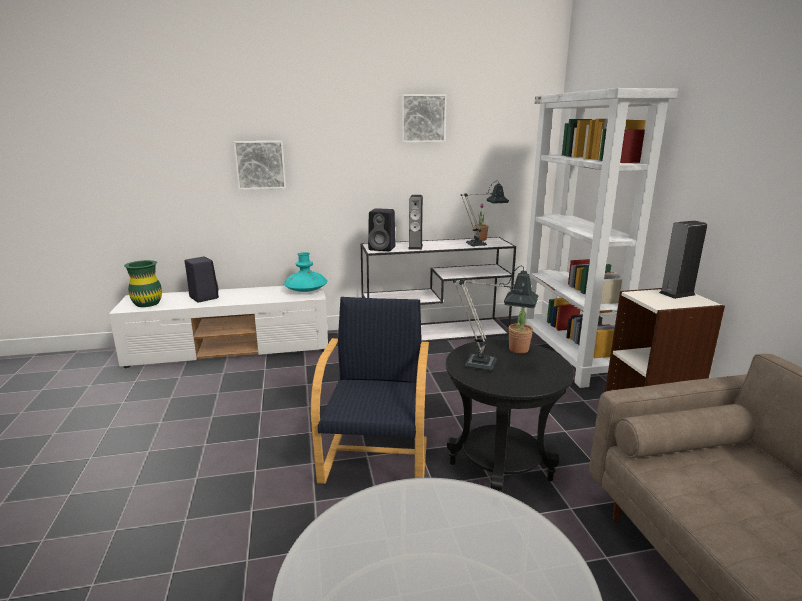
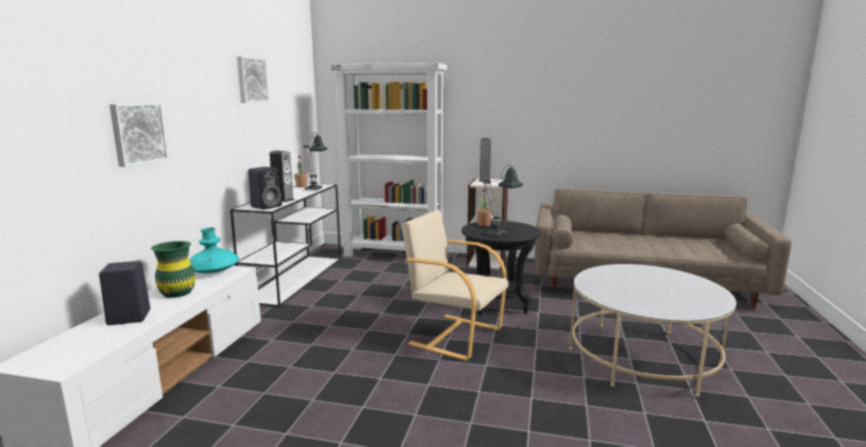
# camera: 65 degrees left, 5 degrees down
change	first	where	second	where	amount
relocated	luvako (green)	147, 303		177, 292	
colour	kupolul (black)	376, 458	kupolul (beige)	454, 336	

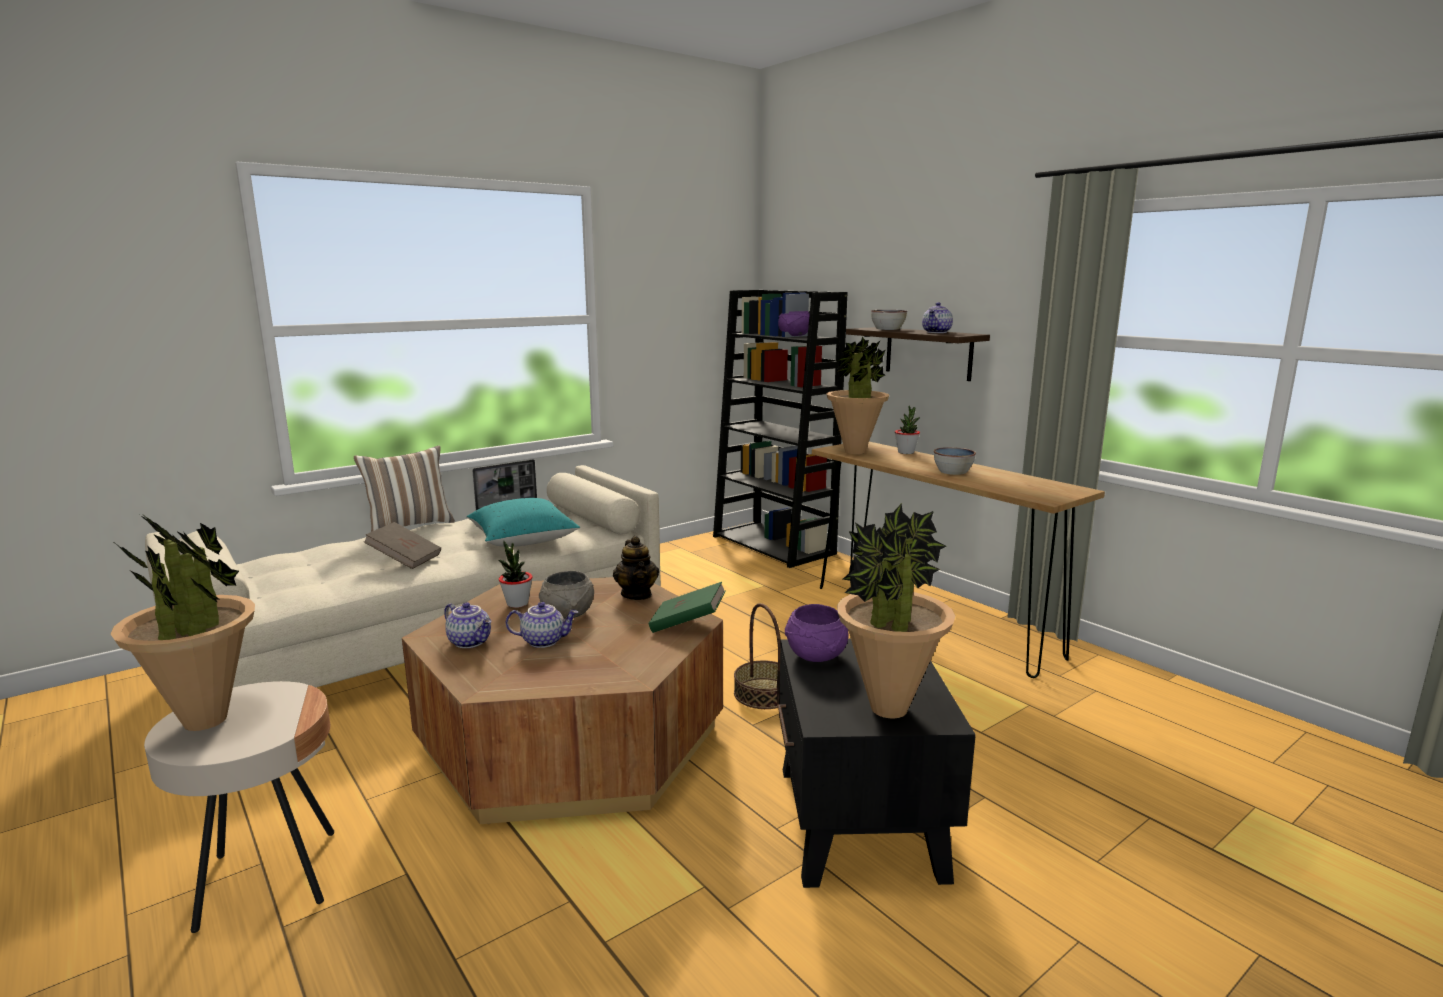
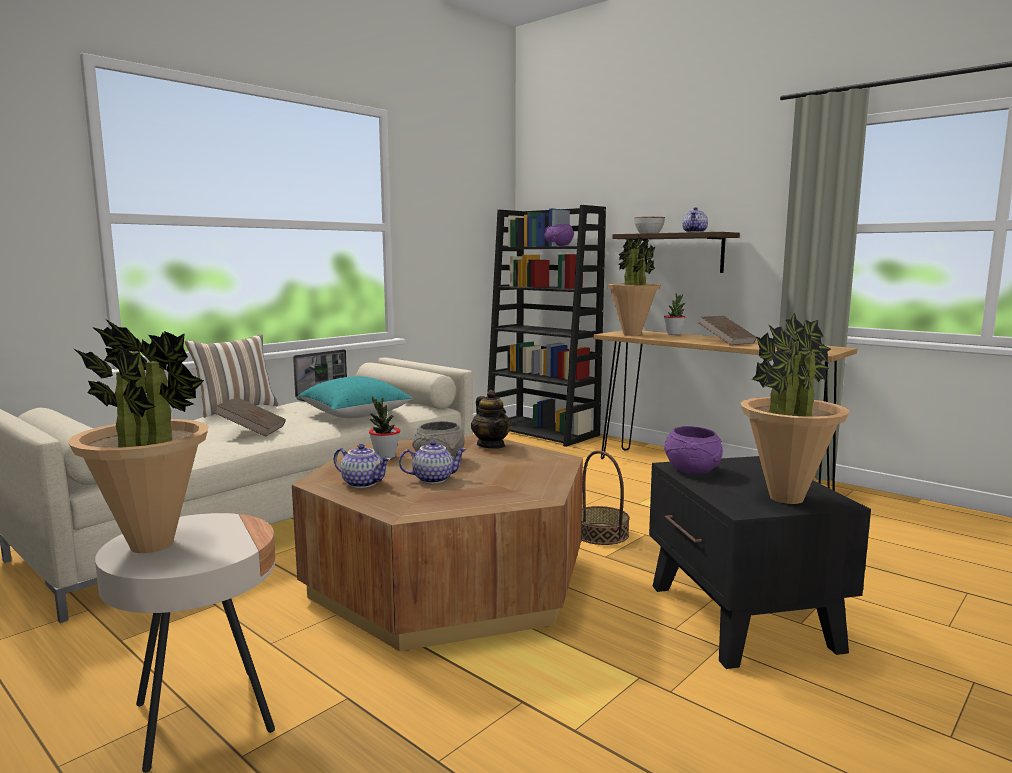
# camera: 10 degrees left, 5 degrees down
change	first	where	second	where	amount
exchanged	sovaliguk	952, 472	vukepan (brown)	726, 342	
missing	vukepan (green)	687, 624			

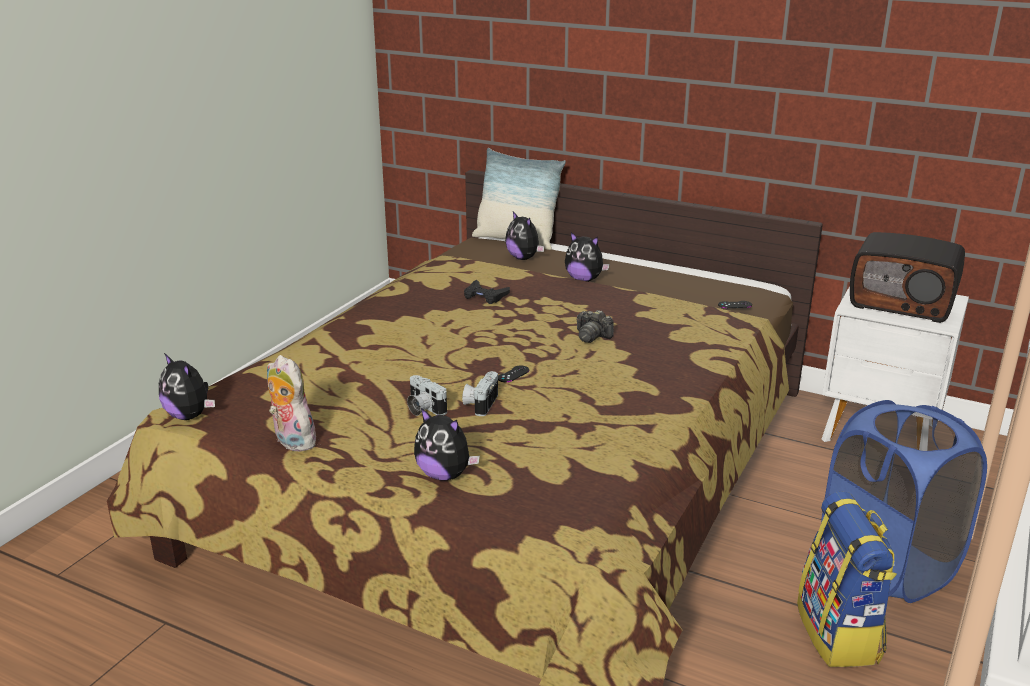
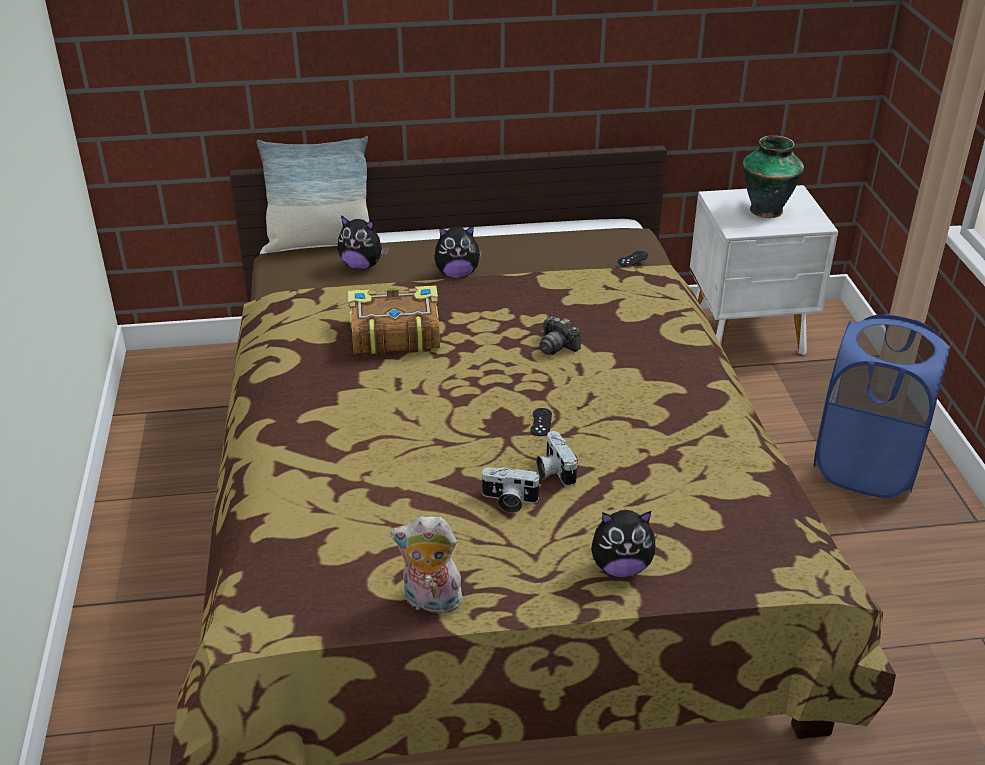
# camera: 35 degrees left, 10 degrees up
change	first	where	second	where	amount
exchanged	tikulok	902, 302	luvako	765, 209	
exchanged	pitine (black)	485, 296	vukepan	394, 333	
spun	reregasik	592, 336		557, 346	45 degrees clockwise
missing	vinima	190, 415			
missing	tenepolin	839, 633			

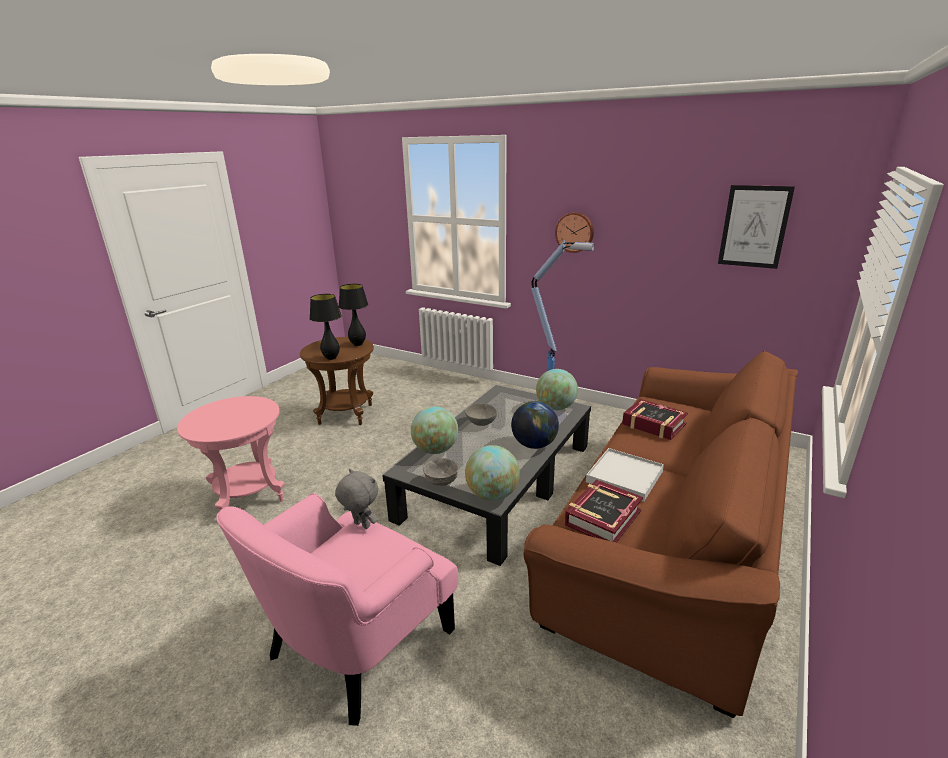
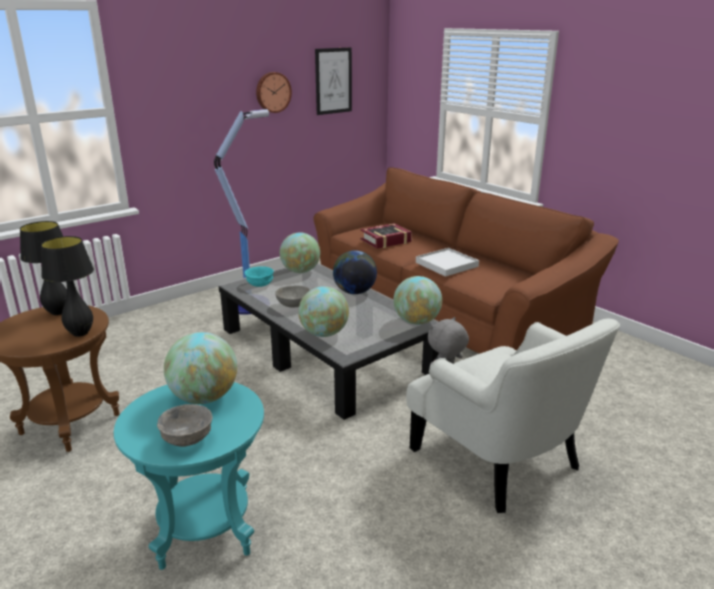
# camera: 70 degrees left, 0 degrees up
change	first	where	second	where	amount
relocated	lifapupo	575, 232		272, 92	
colour	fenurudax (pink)	248, 497	fenurudax (turquoise)	205, 530	
relocated	sovaliguk (grey)	441, 481		186, 440	
missing	vukepan	602, 517			
colour	kupolul (pink)	356, 644	kupolul (white)	500, 458	
appeared			sovaliguk (turquoise)	260, 284	
appeared			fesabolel	204, 397	

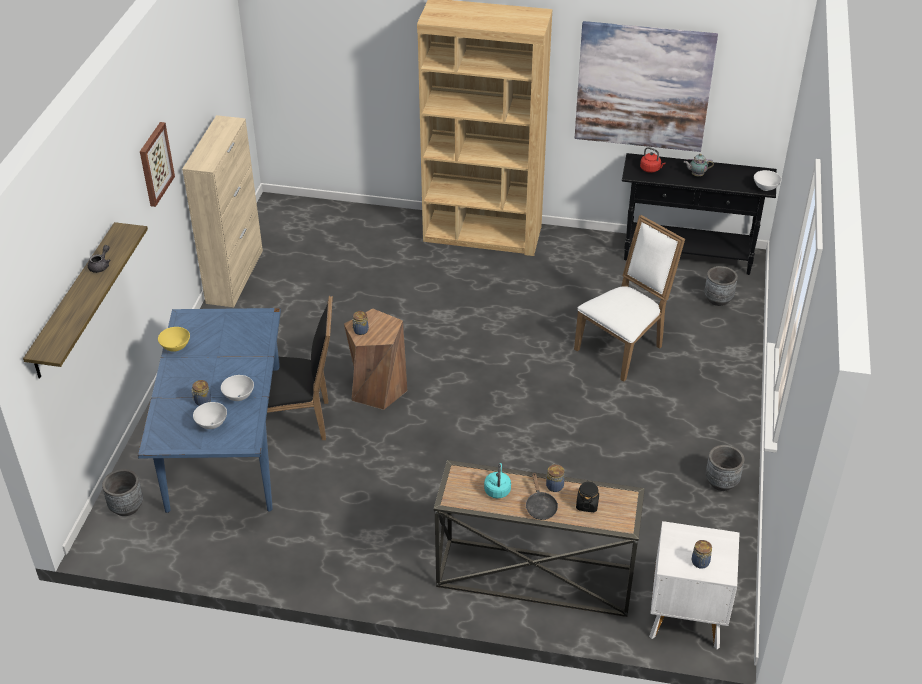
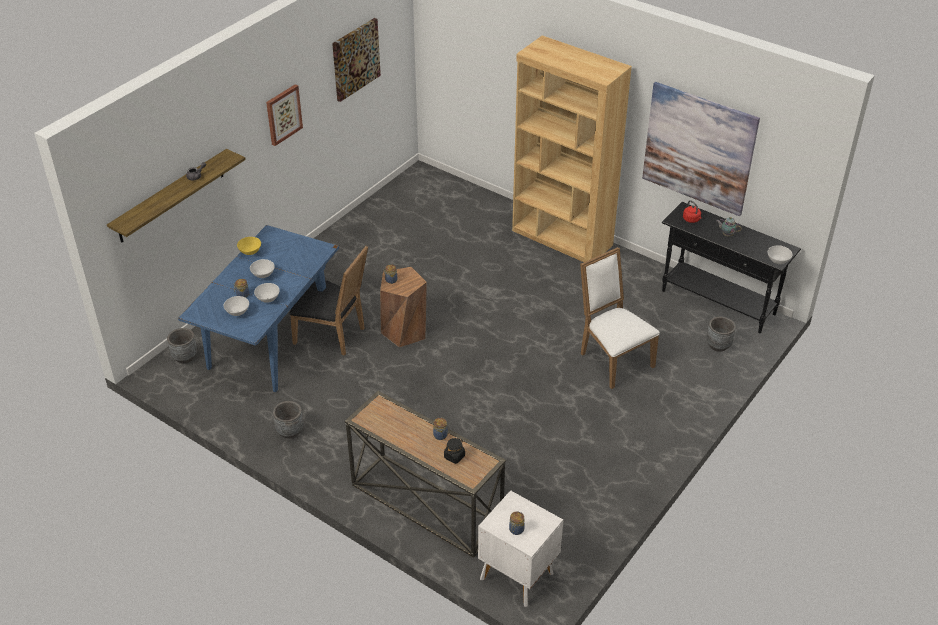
# camera: 25 degrees right, 0 degrees up
change	first	where	second	where	amount
missing	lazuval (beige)	235, 276			
spun	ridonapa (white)	623, 347		612, 359	105 degrees counterclockwise
relocated	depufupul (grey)	721, 482		290, 431	
missing	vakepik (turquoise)	497, 489			
missing	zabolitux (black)	540, 506			
appeared			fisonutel	355, 59	
appeared			sovaliguk (white)	263, 275	

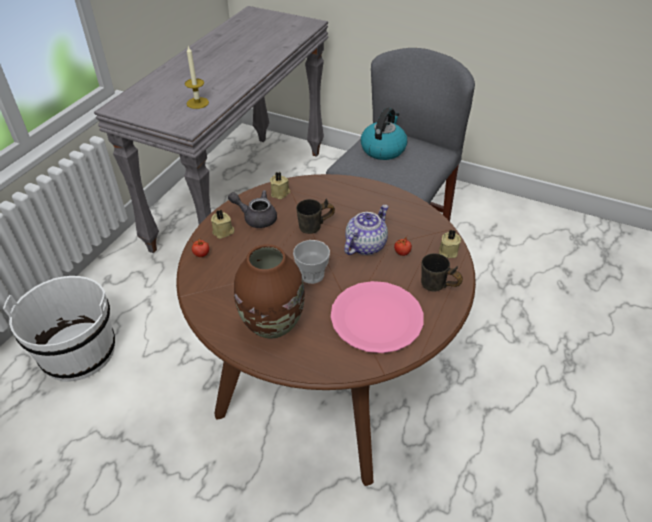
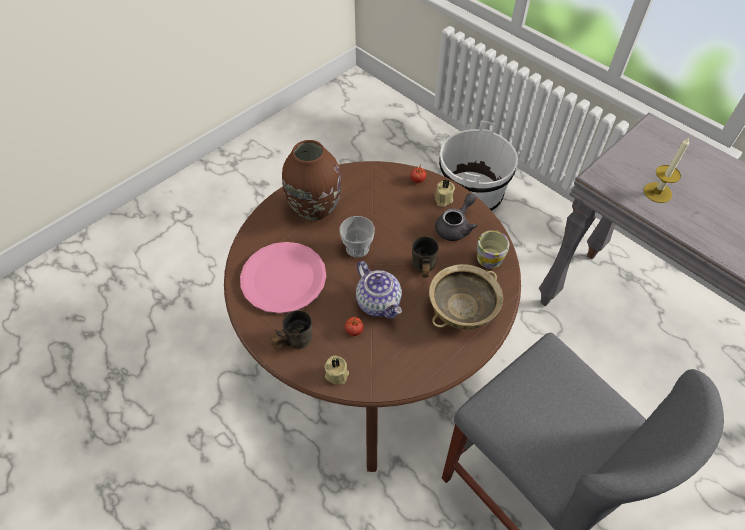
# camera: 110 degrees right, 10 degrees up
change	first	where	second	where	amount
missing	vakepik	383, 149			
exchanged	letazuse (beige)	280, 193	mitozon	490, 255	
appeared			sovaliguk (beige)	462, 309	

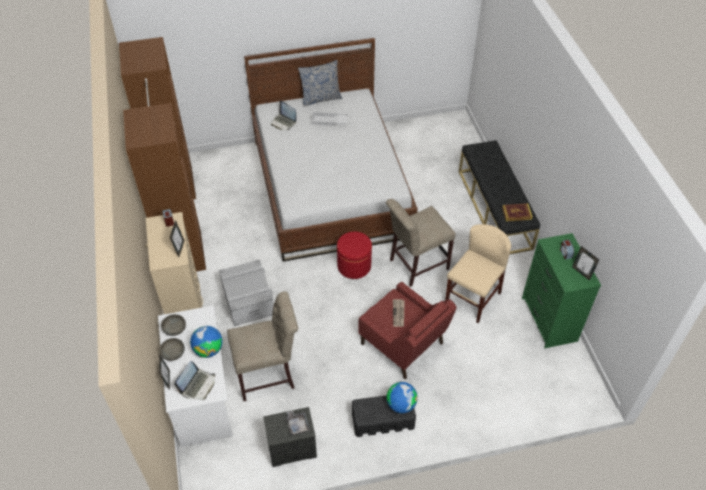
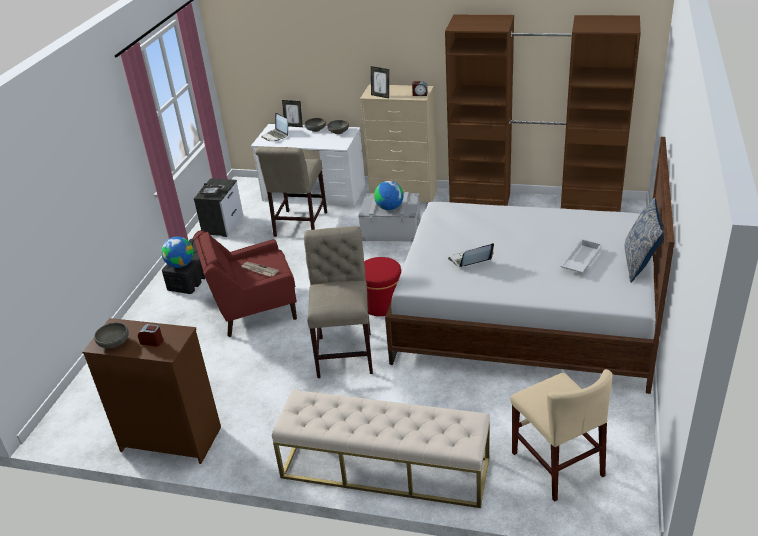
# camera: 120 degrees right, 15 degrees down
change	first	where	second	where	amount
relocated	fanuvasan	283, 122		469, 261	
colour	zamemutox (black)	494, 209	zamemutox (beige)	384, 468	
missing	vukepan	516, 213			
relocated	ridonapa (beige)	472, 299		557, 464	
colour	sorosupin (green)	548, 319	sorosupin (brown)	171, 438	
exchanged	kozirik	581, 272	sovaliguk (grey)	114, 343	
relocated	fesabolel	208, 350		389, 208	

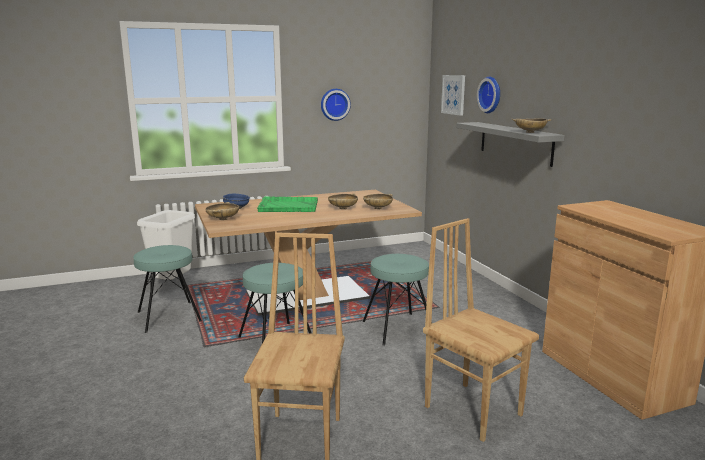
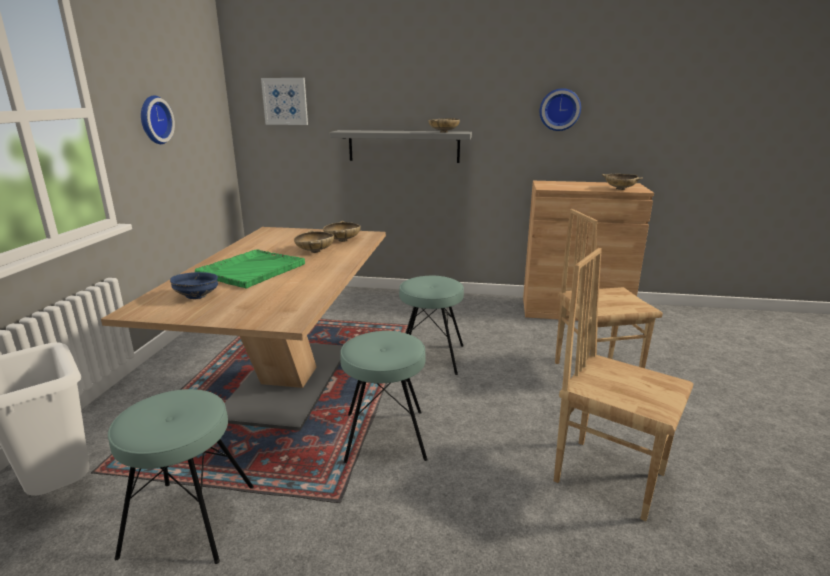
# camera: 60 degrees left, 5 degrees up
change	first	where	second	where	amount
relocated	lifapupo	491, 95		559, 109	
relocated	sovaliguk (beige)	223, 219		620, 189	

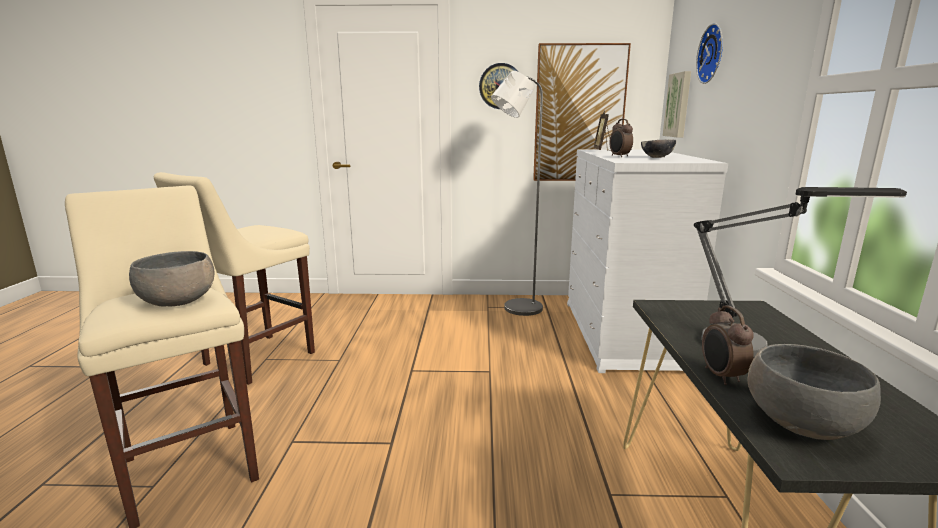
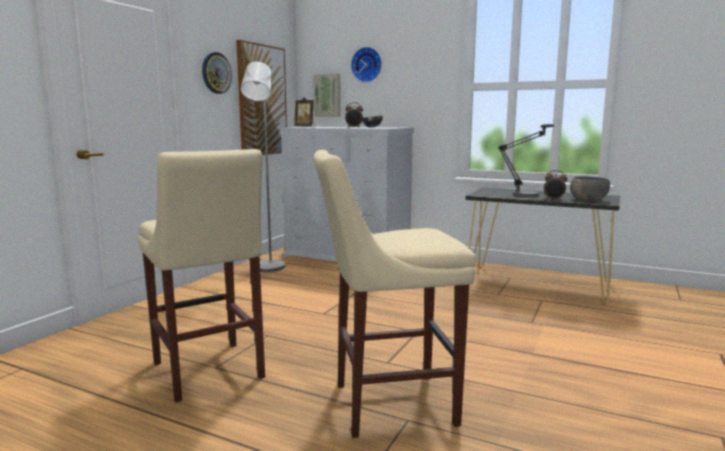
# camera: 65 degrees left, 5 degrees down
change	first	where	second	where	amount
missing	sovaliguk (grey)	178, 301			

